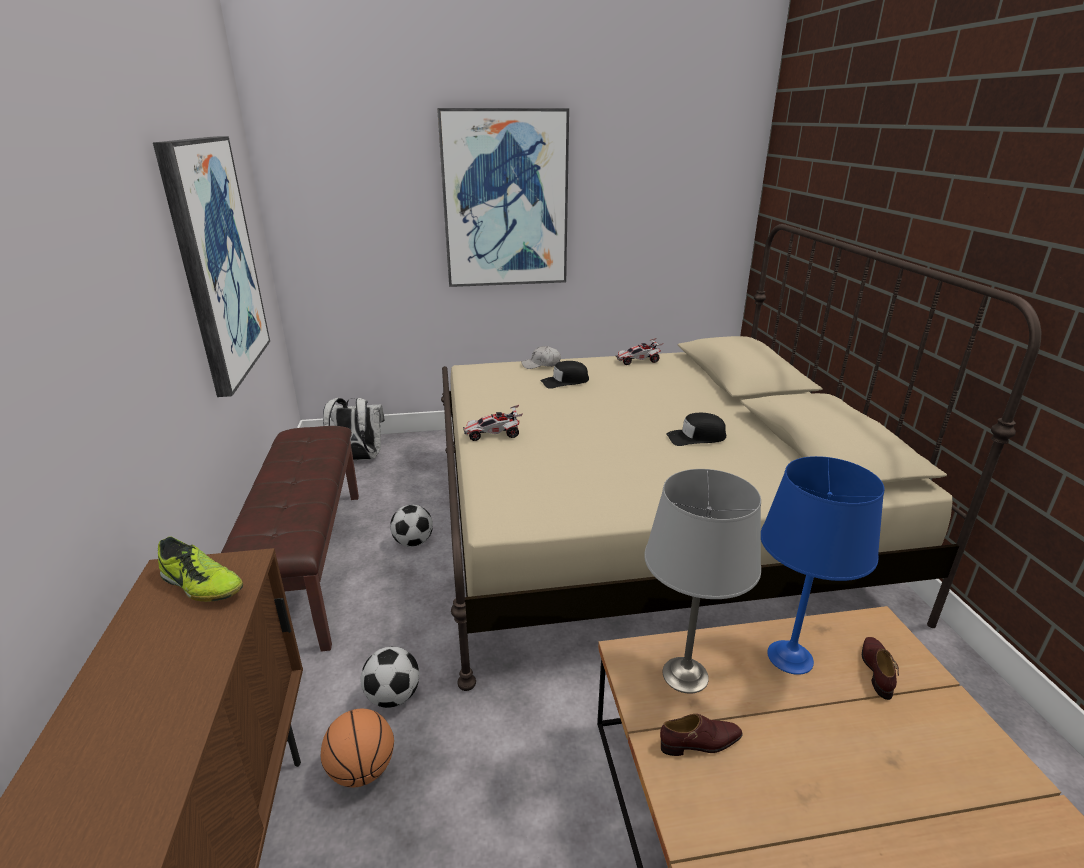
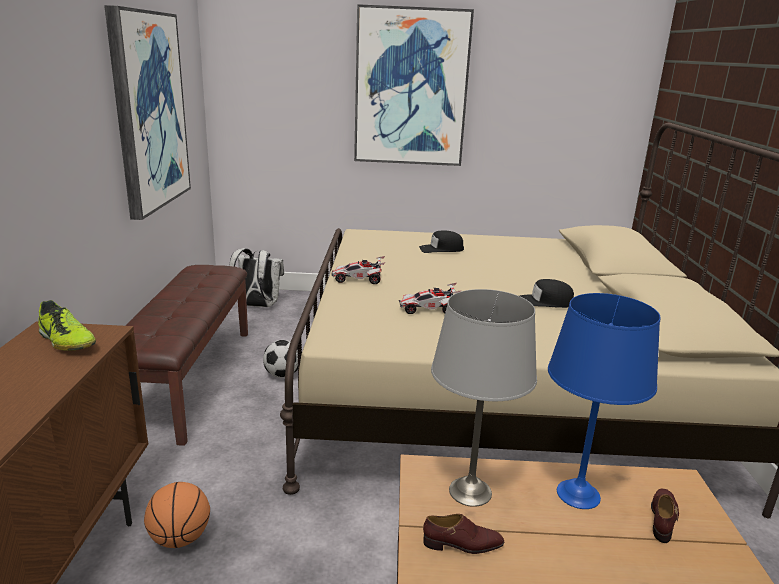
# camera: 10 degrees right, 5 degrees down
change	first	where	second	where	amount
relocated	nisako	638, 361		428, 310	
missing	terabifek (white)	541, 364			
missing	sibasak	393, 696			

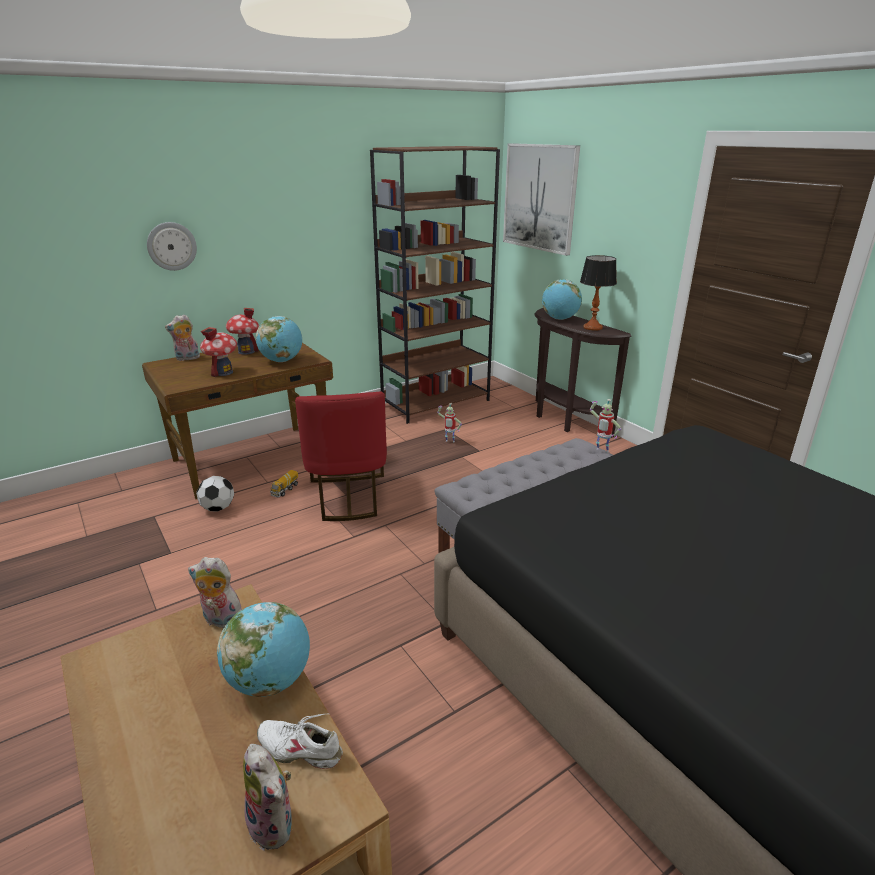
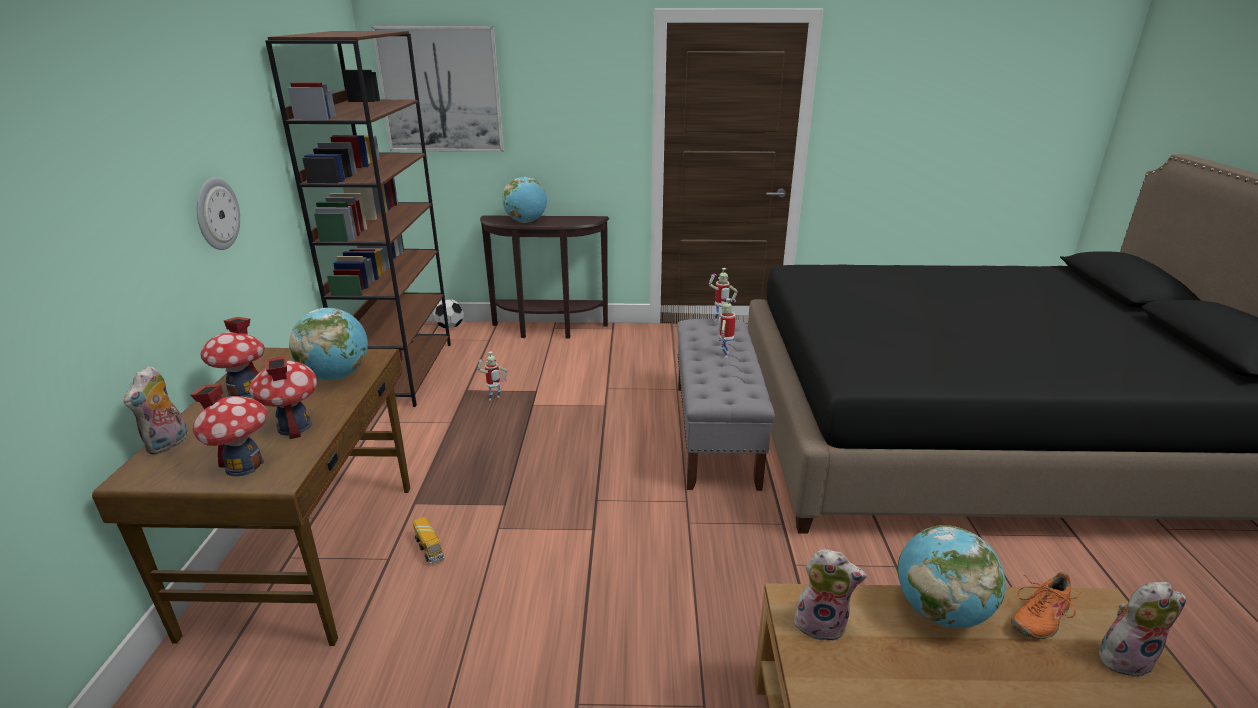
# camera: 55 degrees left, 0 degrees up
change	first	where	second	where	amount
relocated	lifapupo	171, 246		216, 214	
missing	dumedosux	593, 327			
missing	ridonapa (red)	348, 497			
relocated	sibasak	218, 508		450, 327	
spun	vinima	221, 620		821, 624	120 degrees counterclockwise
colour	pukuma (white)	300, 748	pukuma (orange)	1039, 616	
appeared			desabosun	724, 354	
appeared			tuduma	244, 465	

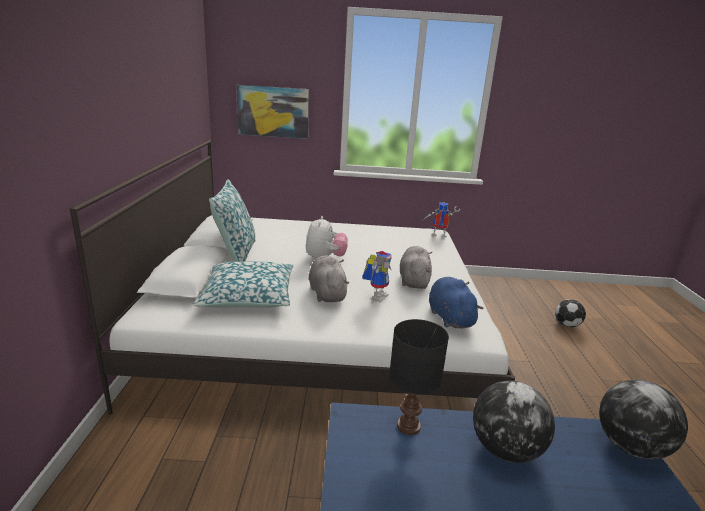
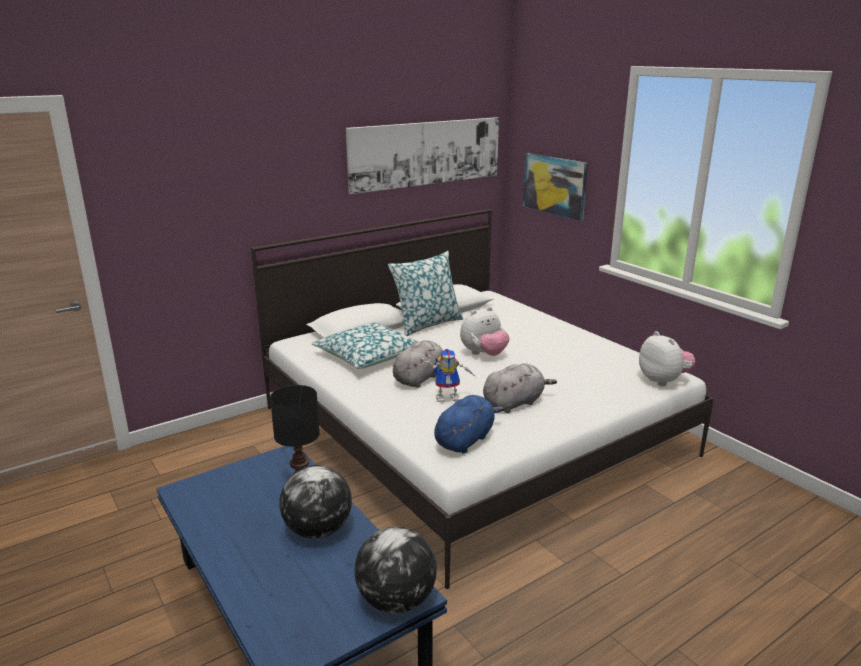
# camera: 55 degrees right, 0 degrees up
change	first	where	second	where	amount
exchanged	desabosun	437, 236	vinima	663, 380	
missing	sibasak	567, 325			
appeared			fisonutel	426, 153	

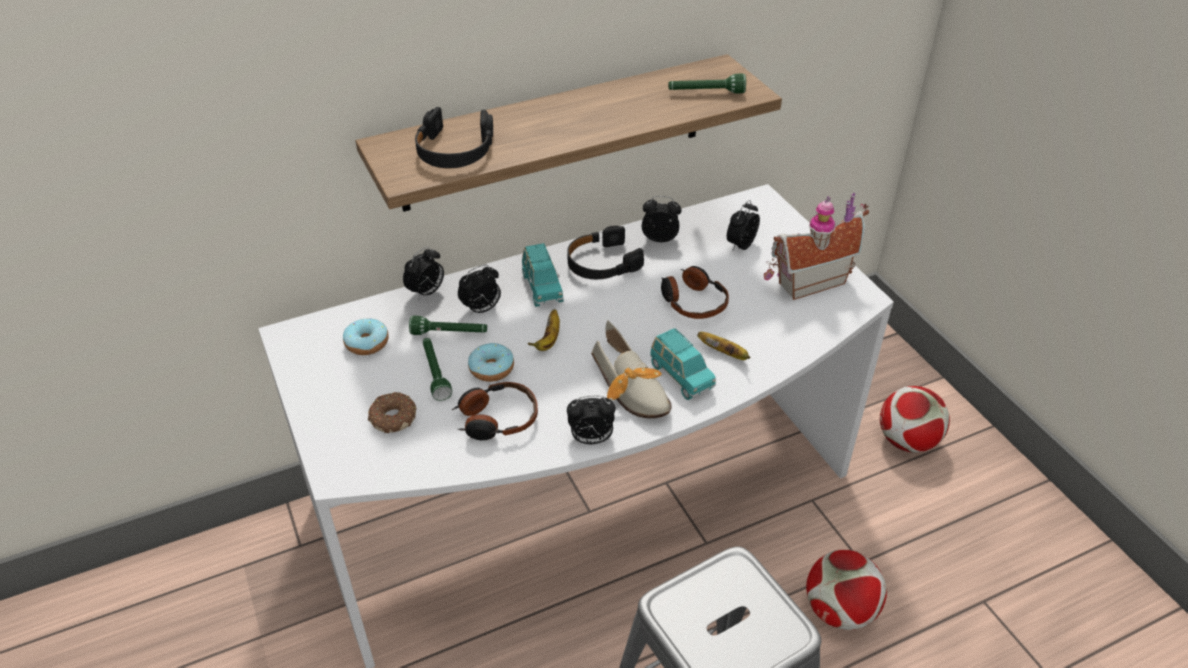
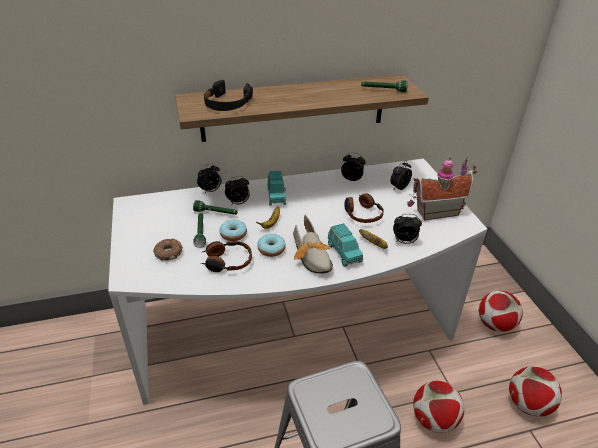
# camera: 10 degrees right, 5 degrees down
change	first	where	second	where	amount
missing	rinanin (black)	602, 263			
relocated	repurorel	367, 343		271, 249	
relocated	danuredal	591, 439		404, 242	
appeared			sibasak	528, 405	

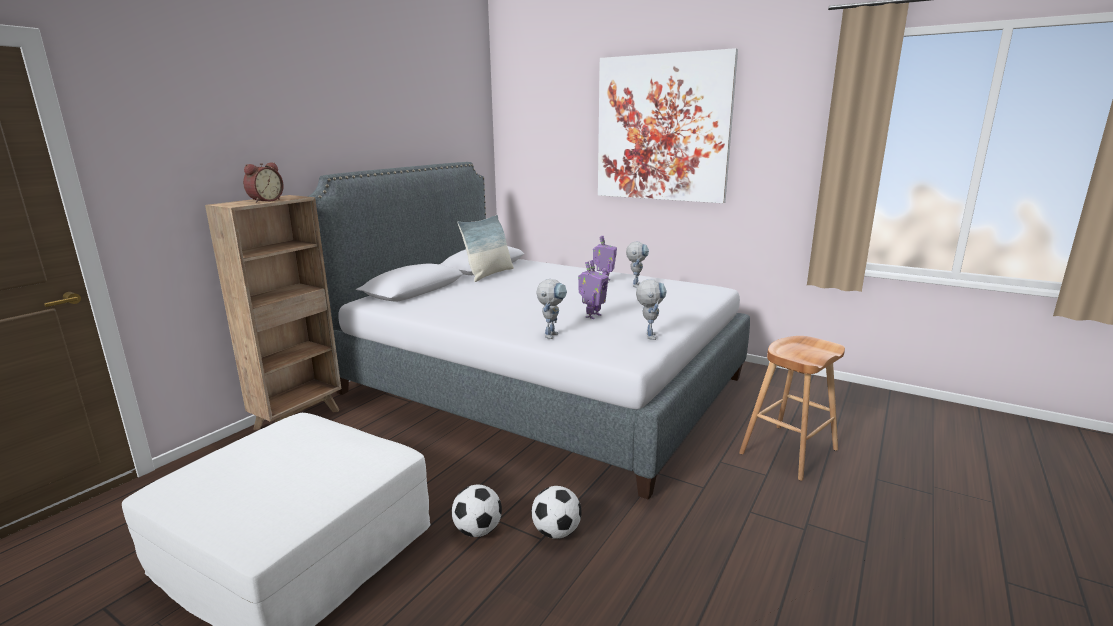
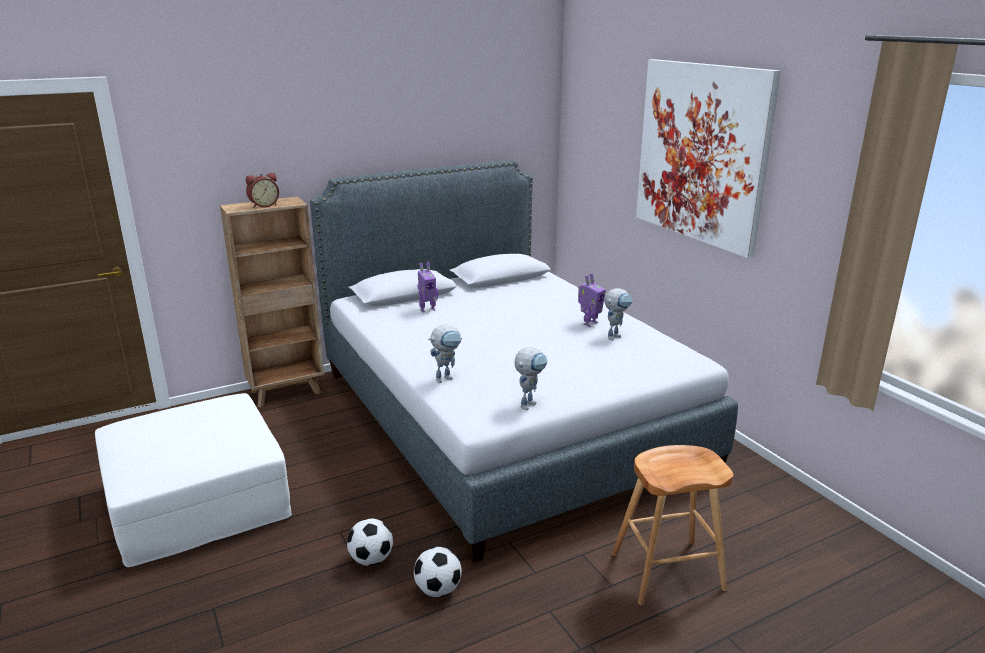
# camera: 30 degrees right, 5 degrees up
change	first	where	second	where	amount
missing	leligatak	489, 274			
relocated	desabosun	592, 316		427, 309	
relocated	sibasak	478, 530		438, 590	

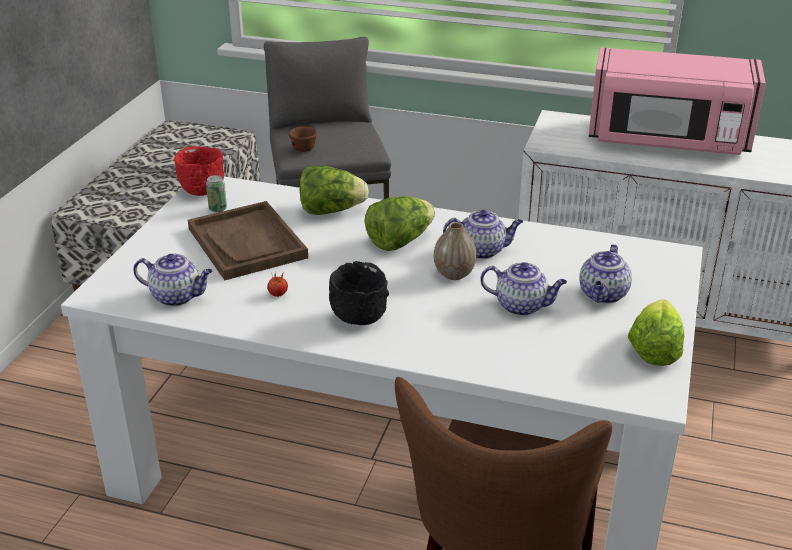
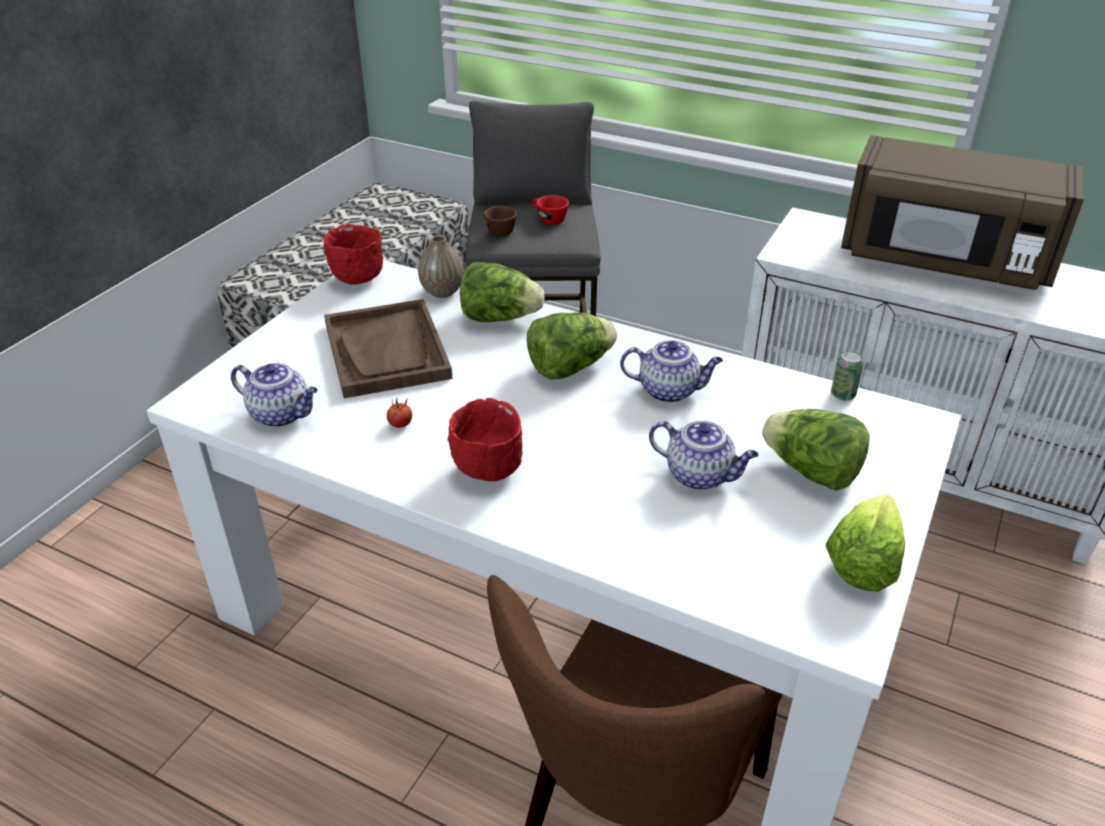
# camera: 10 degrees right, 5 degrees up
change	first	where	second	where	amount
colour	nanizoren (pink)	667, 141	nanizoren (brown)	943, 261	
relocated	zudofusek	218, 209		843, 395	
relocated	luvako	454, 274		442, 292	
exchanged	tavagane	603, 295	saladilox	811, 472	
colour	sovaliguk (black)	358, 318	sovaliguk (red)	488, 469	
appeared			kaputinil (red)	548, 219	

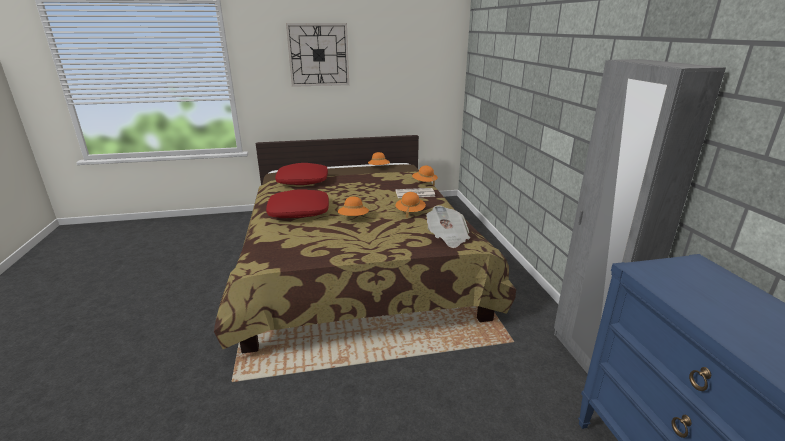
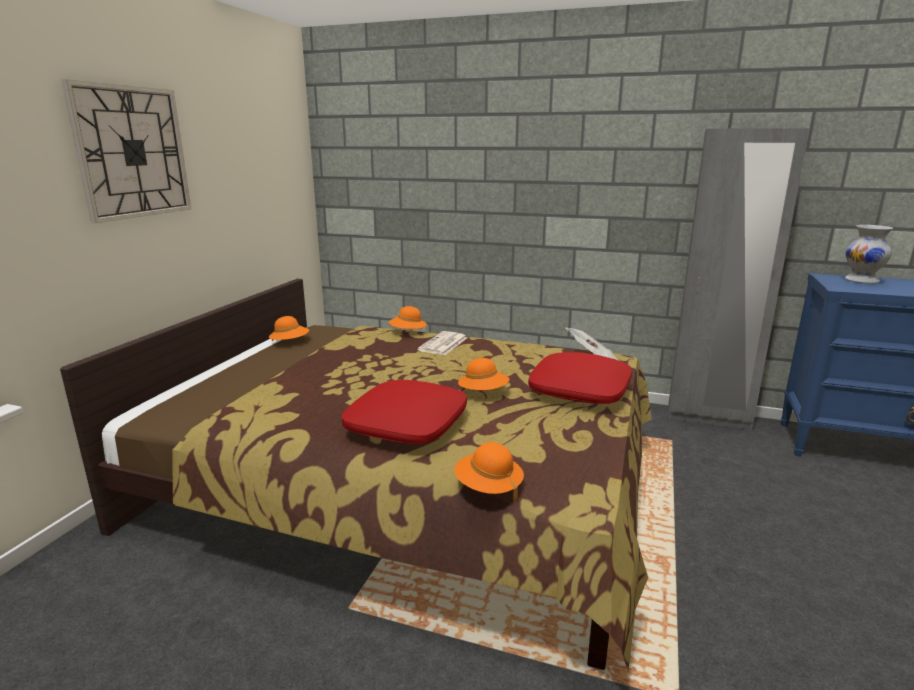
# camera: 60 degrees left, 5 degrees down
change	first	where	second	where	amount
relocated	leligatak (red)	303, 181		579, 390	
relocated	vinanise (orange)	410, 212		488, 487	
appeared			luvako (white)	862, 281	

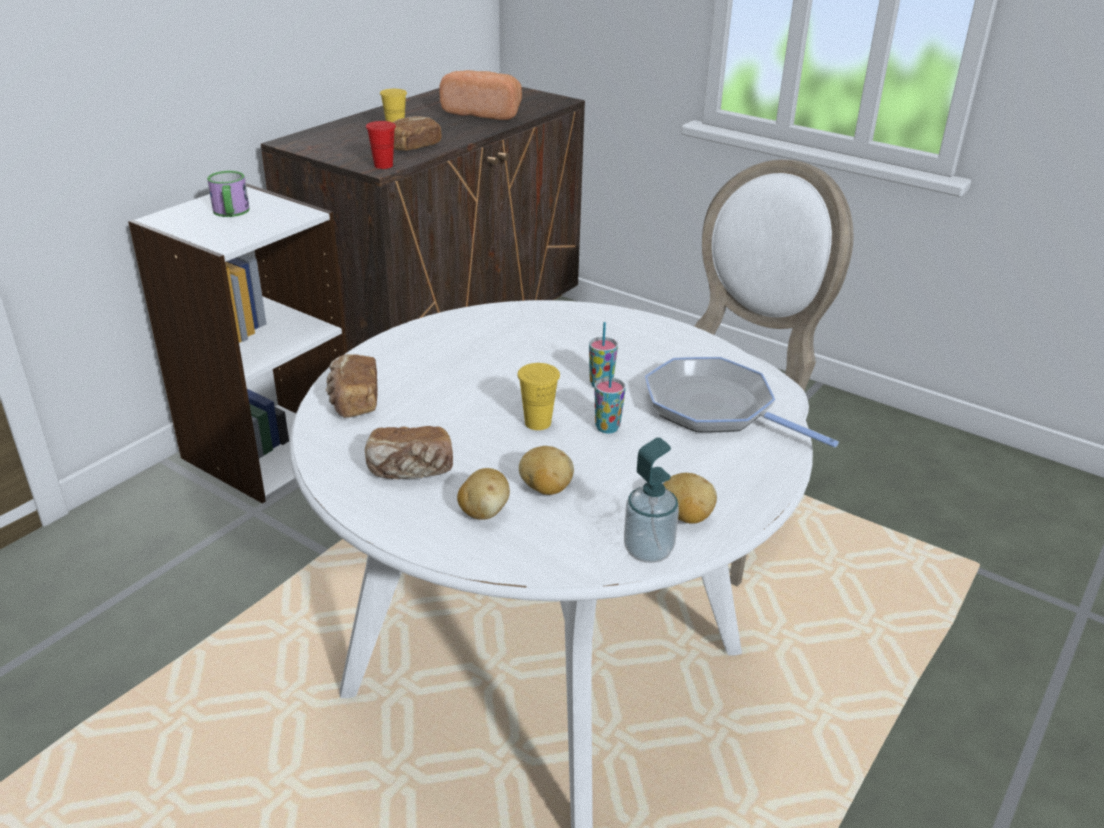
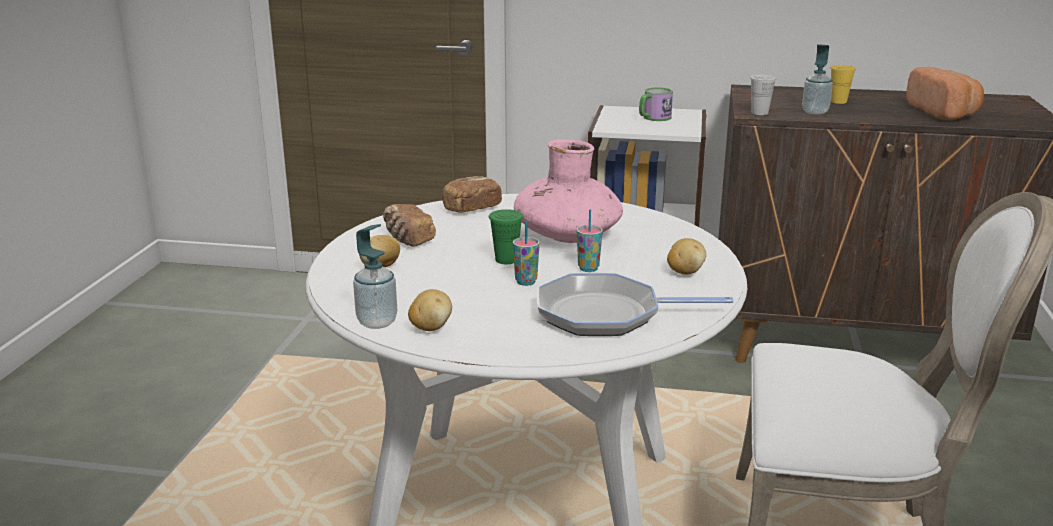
# camera: 65 degrees right, 10 degrees down
change	first	where	second	where	amount
exchanged	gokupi	413, 147	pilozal	815, 112	
colour	kaputinil (red)	383, 165	kaputinil (white)	759, 113	
spun	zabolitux	715, 408		605, 314	105 degrees counterclockwise
colour	kaputinil (yellow)	538, 423	kaputinil (green)	506, 260	
relocated	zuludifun	545, 489		684, 272	
appeared			luvako (pink)	568, 236	

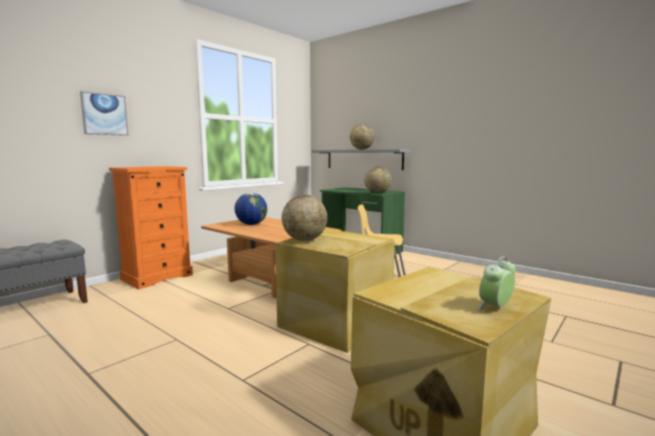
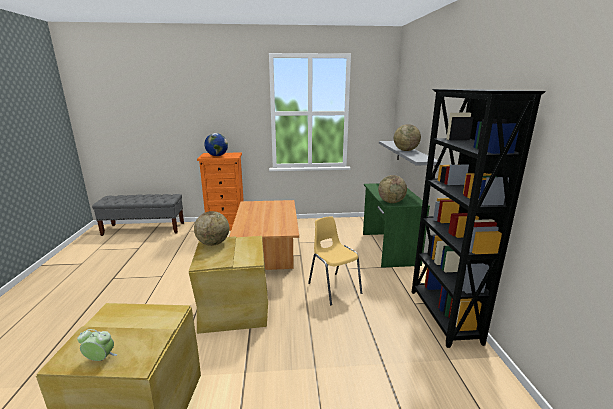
# camera: 45 degrees right, 10 degrees up
change	first	where	second	where	amount
missing	fisonutel	104, 114			
relocated	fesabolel	251, 224		217, 156	
appeared			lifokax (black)	443, 316	

